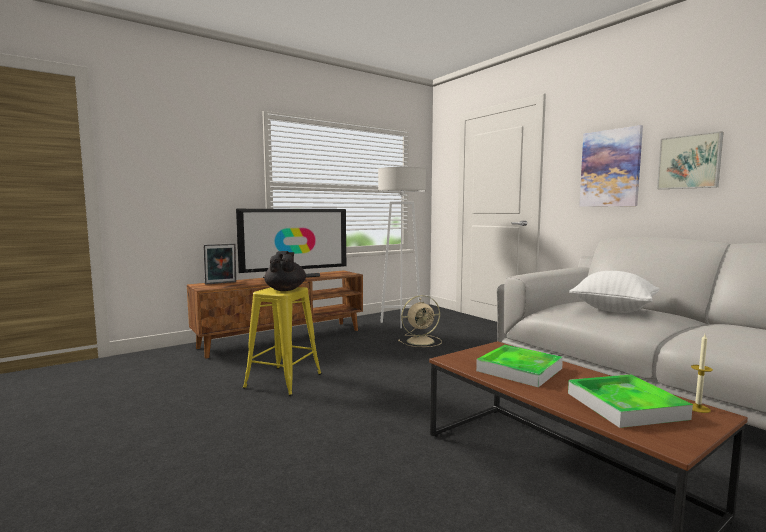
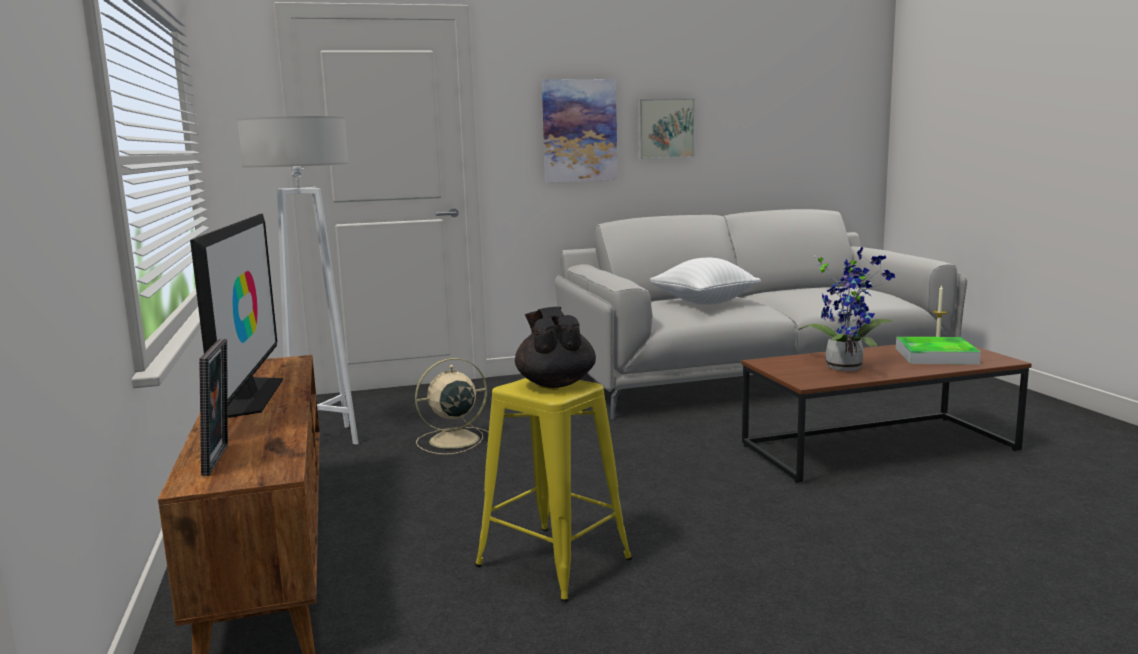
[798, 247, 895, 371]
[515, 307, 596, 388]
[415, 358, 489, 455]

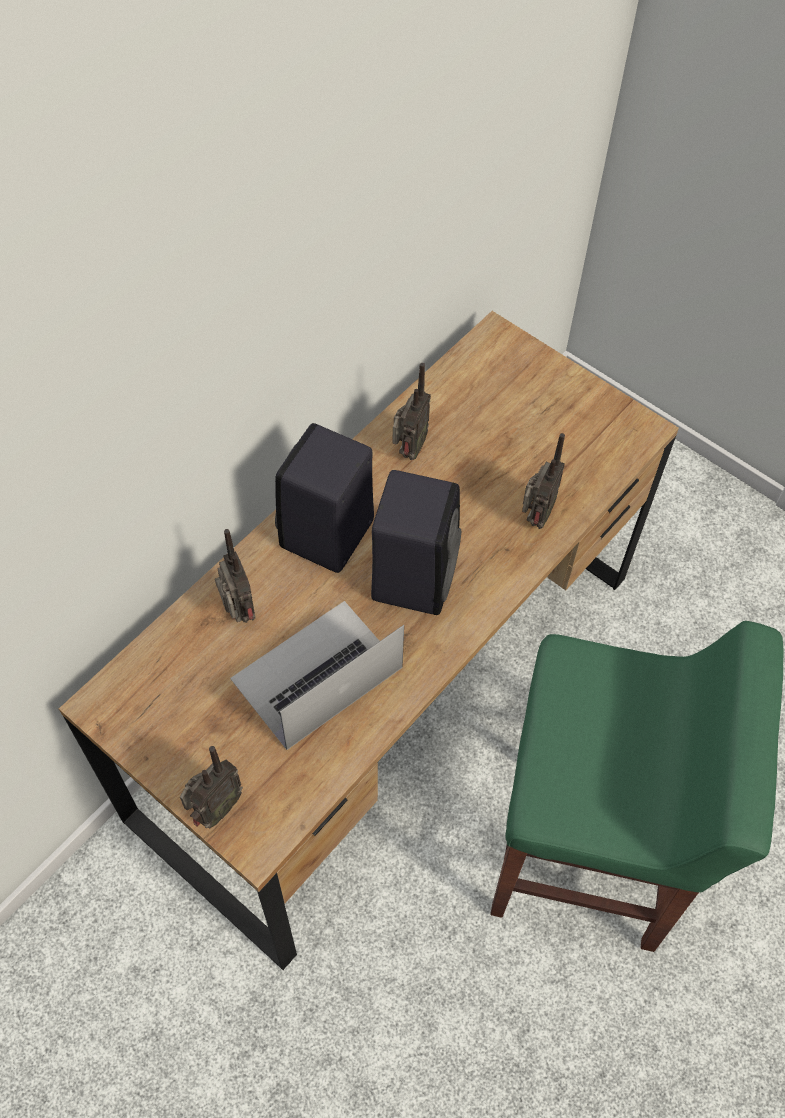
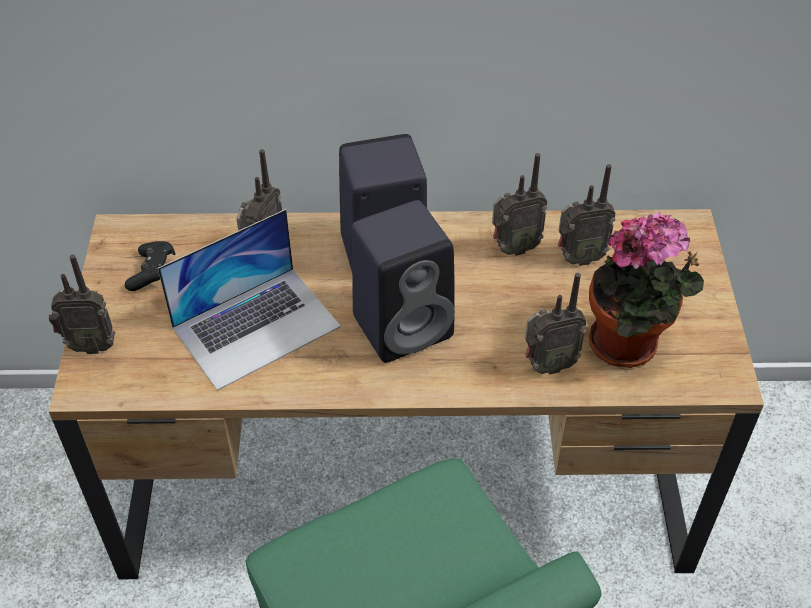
[125, 241, 176, 291]
[558, 164, 616, 266]
[589, 212, 704, 368]
[158, 209, 341, 391]

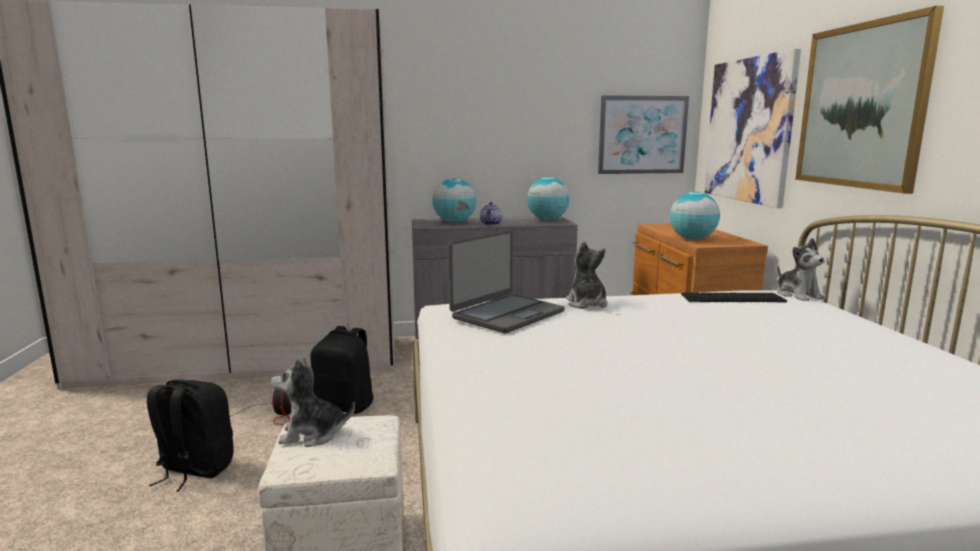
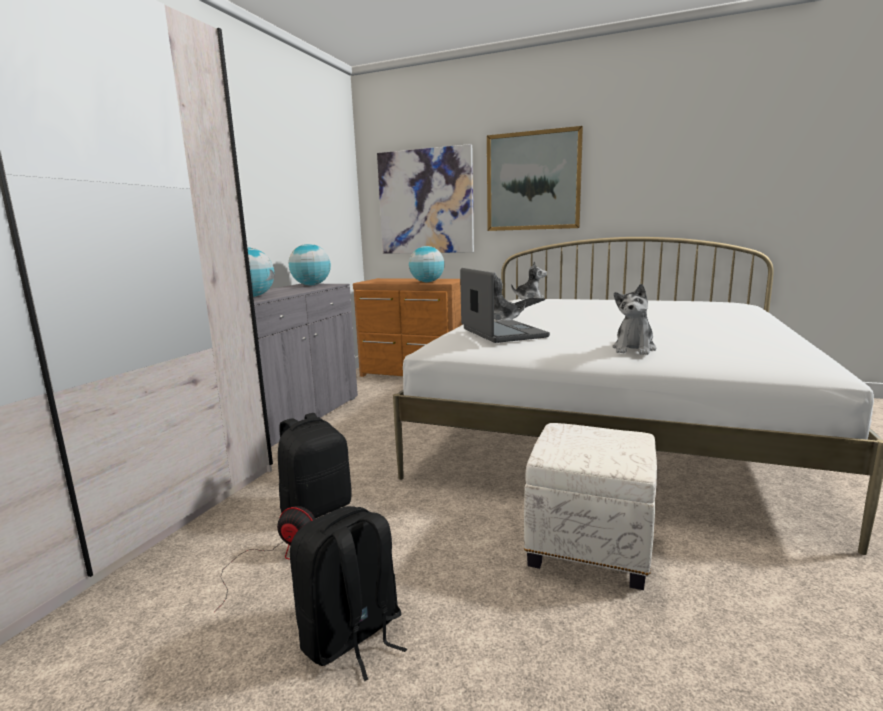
[480, 202, 502, 225] (first image)
[598, 95, 689, 174] (first image)
[612, 284, 657, 355]

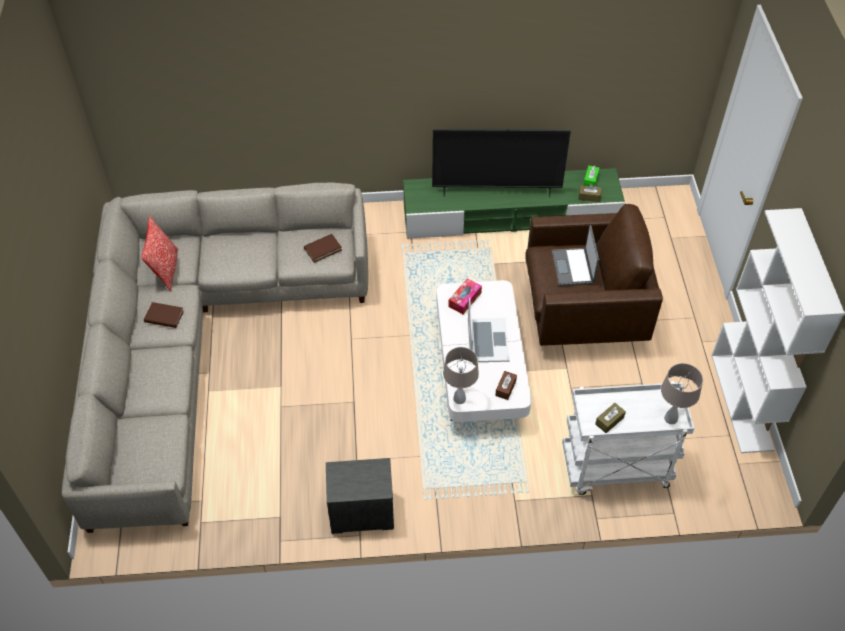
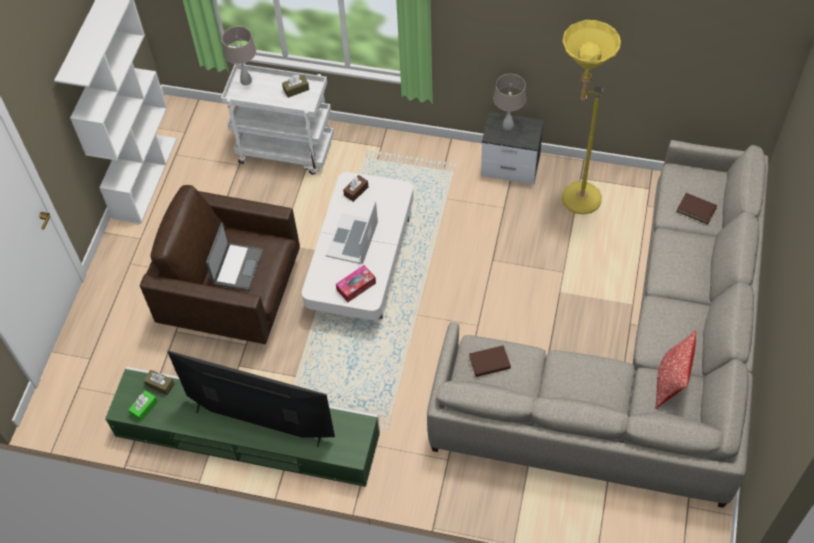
[562, 20, 621, 214]
[677, 193, 717, 224]
[494, 74, 526, 131]

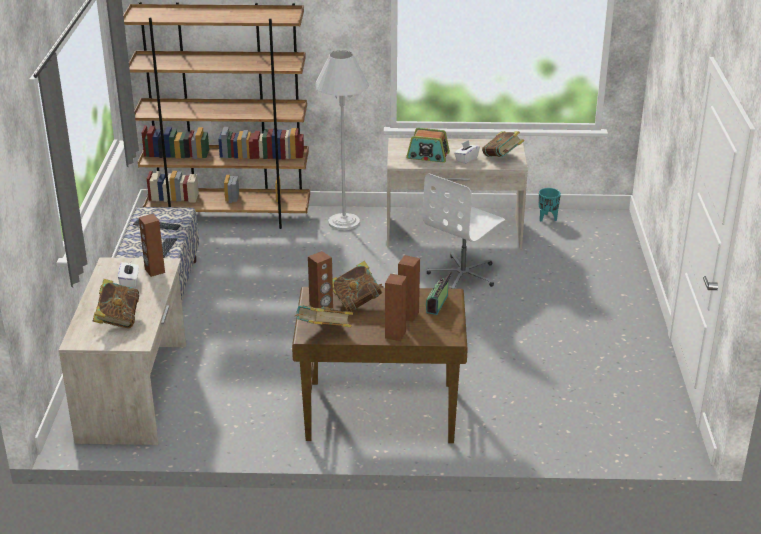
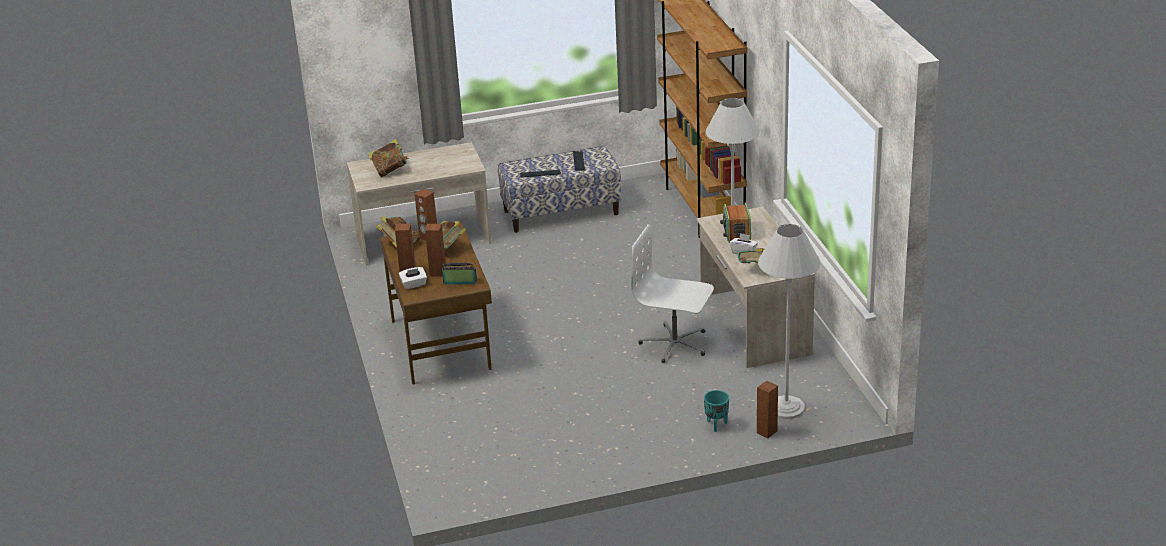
[758, 224, 821, 419]
[399, 267, 427, 289]
[757, 381, 778, 438]
[704, 390, 729, 432]

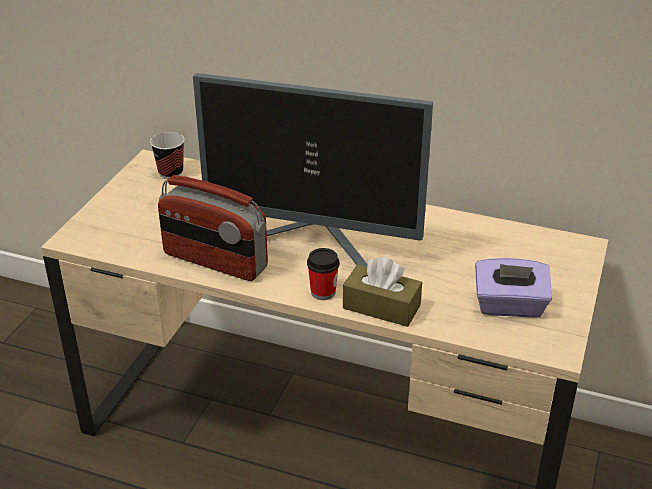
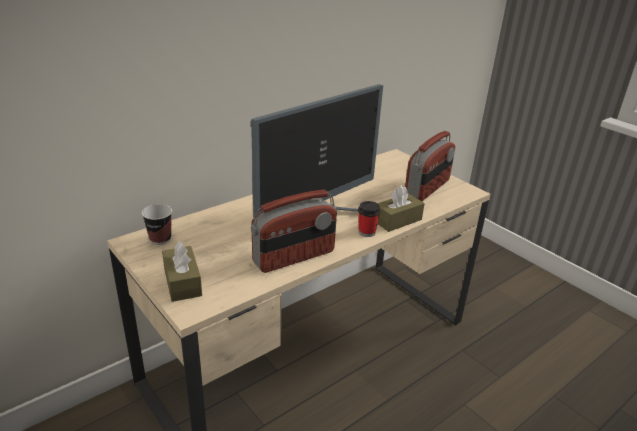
[162, 241, 202, 302]
[405, 131, 455, 201]

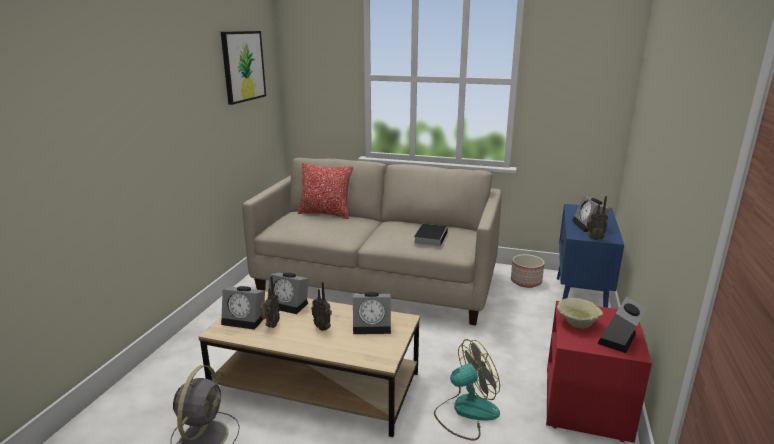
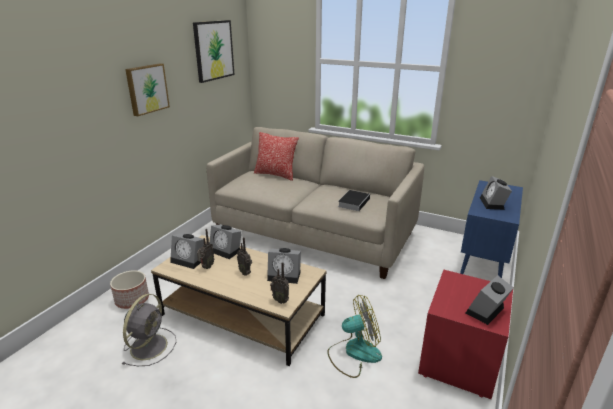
[557, 298, 603, 328] (first image)
[125, 63, 170, 116]
[110, 270, 149, 309]
[270, 262, 289, 304]

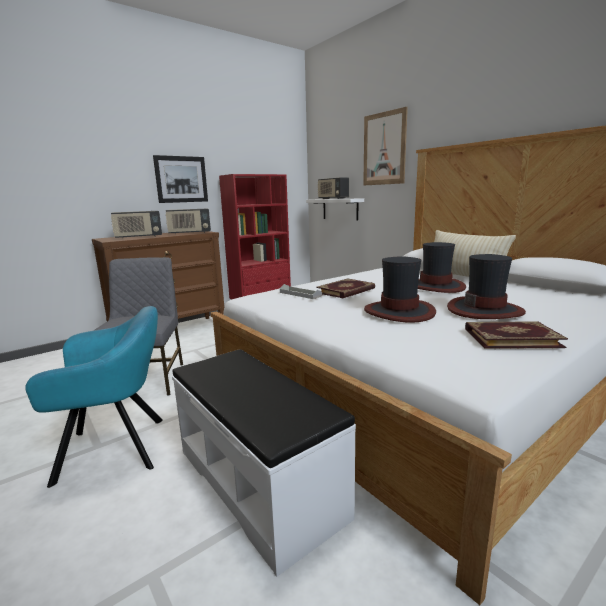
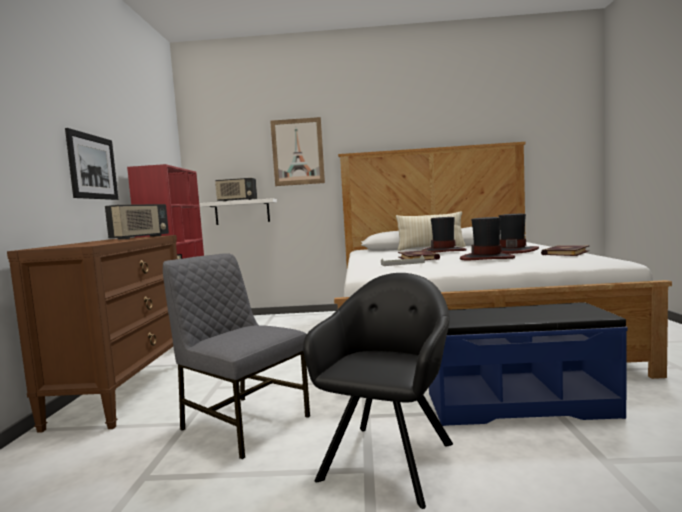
[111, 211, 162, 239] (first image)
[303, 273, 453, 509]
[429, 302, 628, 426]

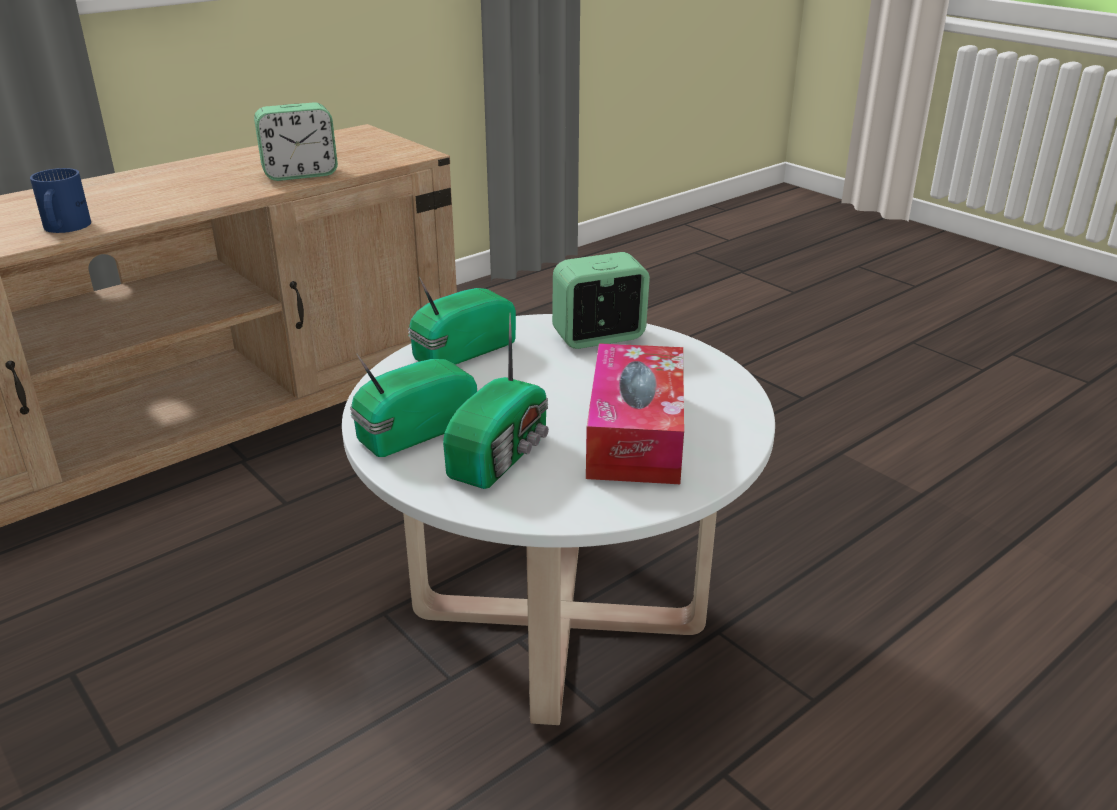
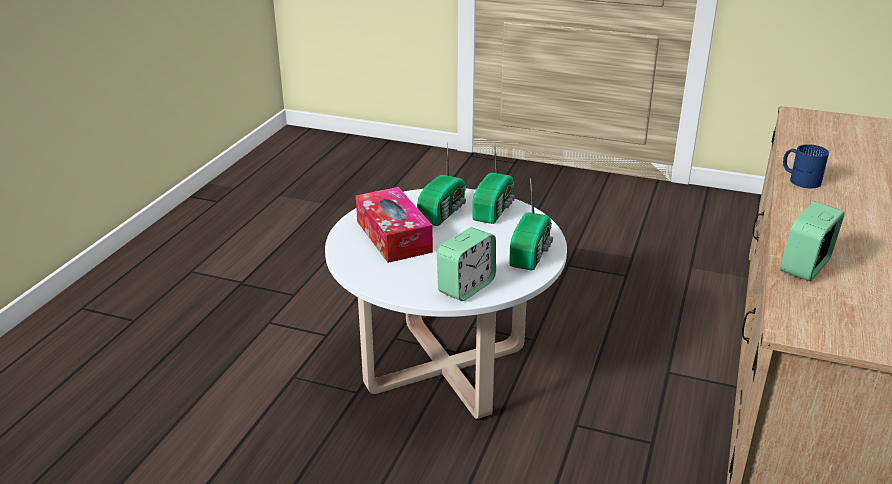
[417, 143, 466, 226]

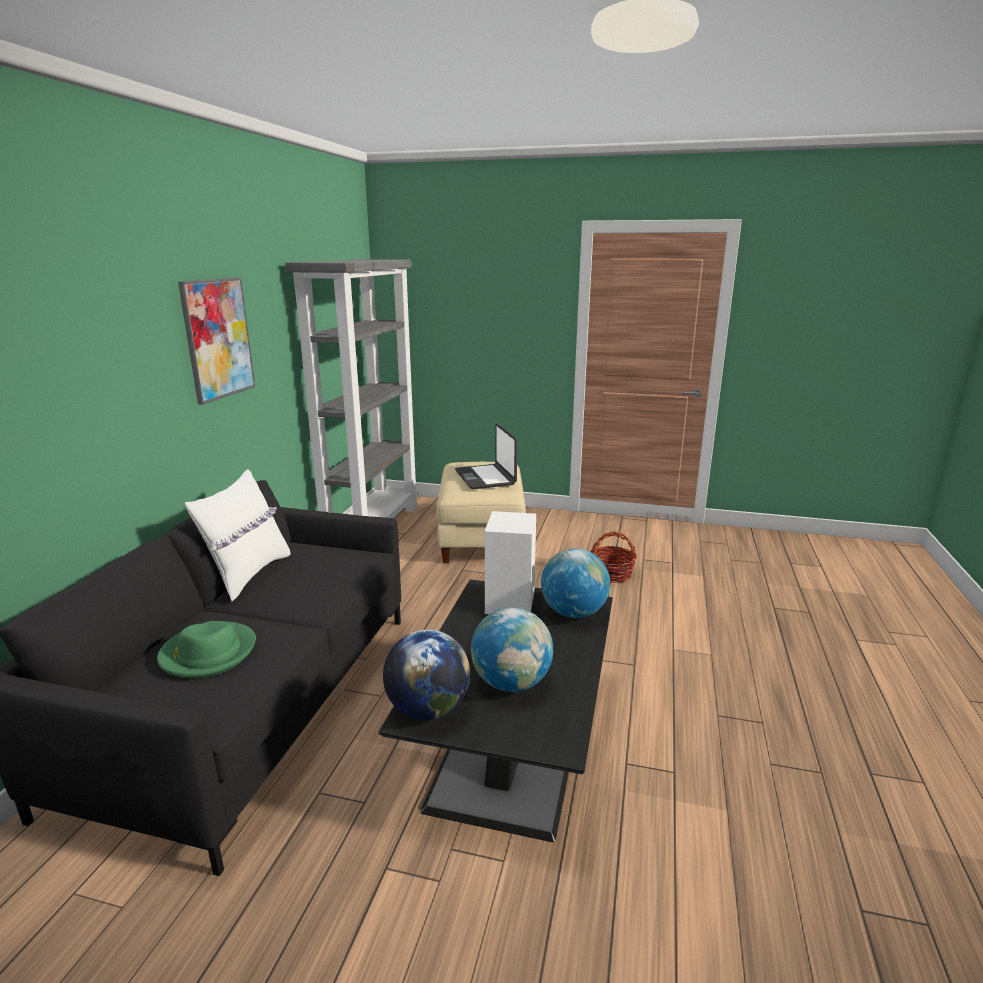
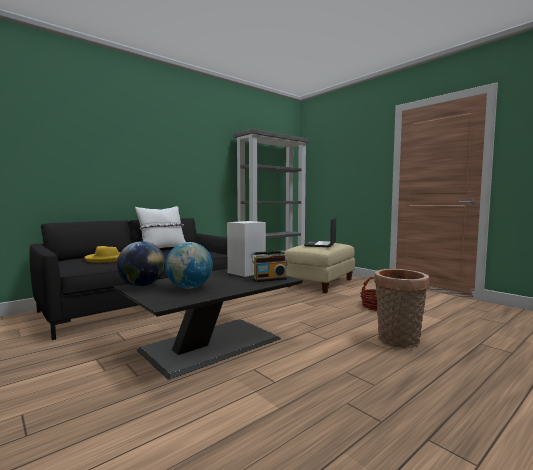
[178, 277, 255, 405] (first image)
[374, 269, 429, 348]
[251, 251, 287, 282]
[84, 246, 121, 263]

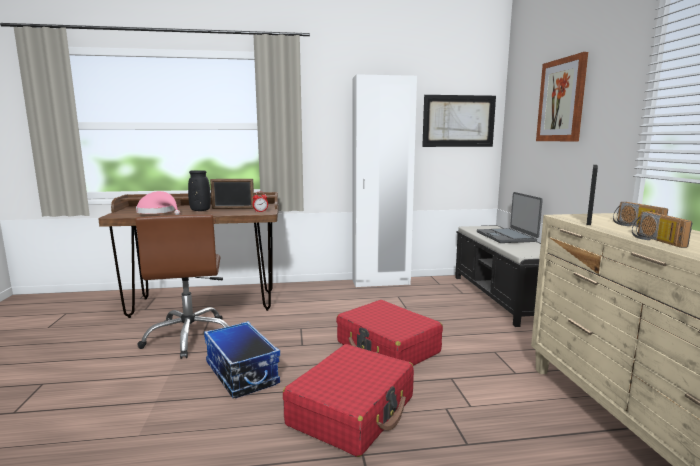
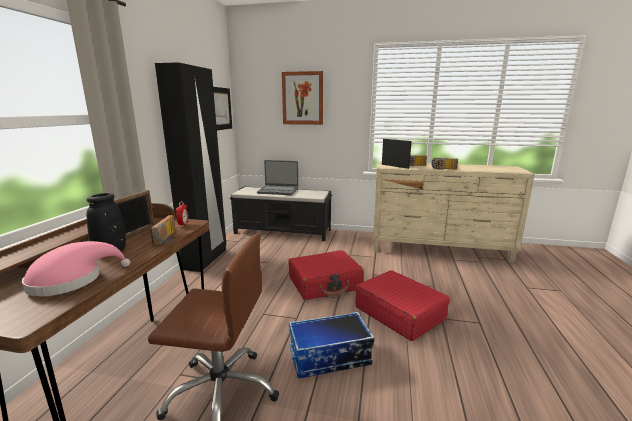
[150, 215, 175, 245]
[155, 62, 226, 272]

